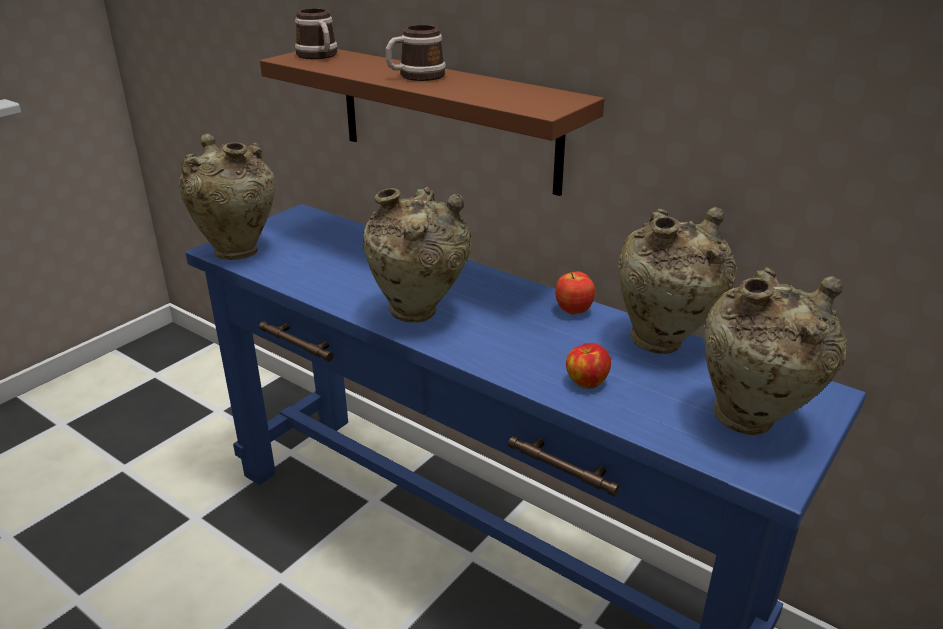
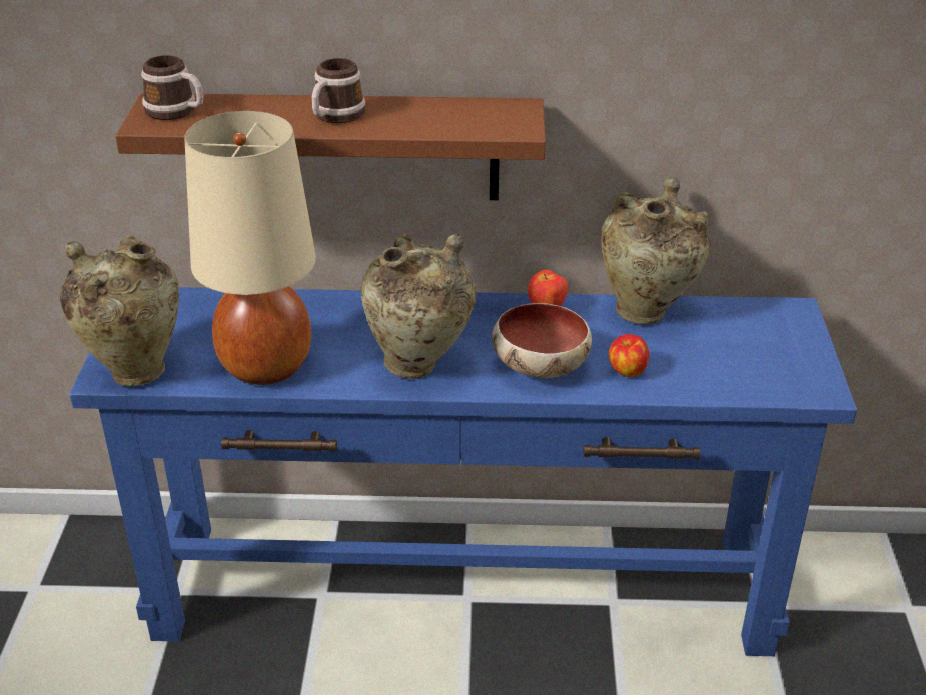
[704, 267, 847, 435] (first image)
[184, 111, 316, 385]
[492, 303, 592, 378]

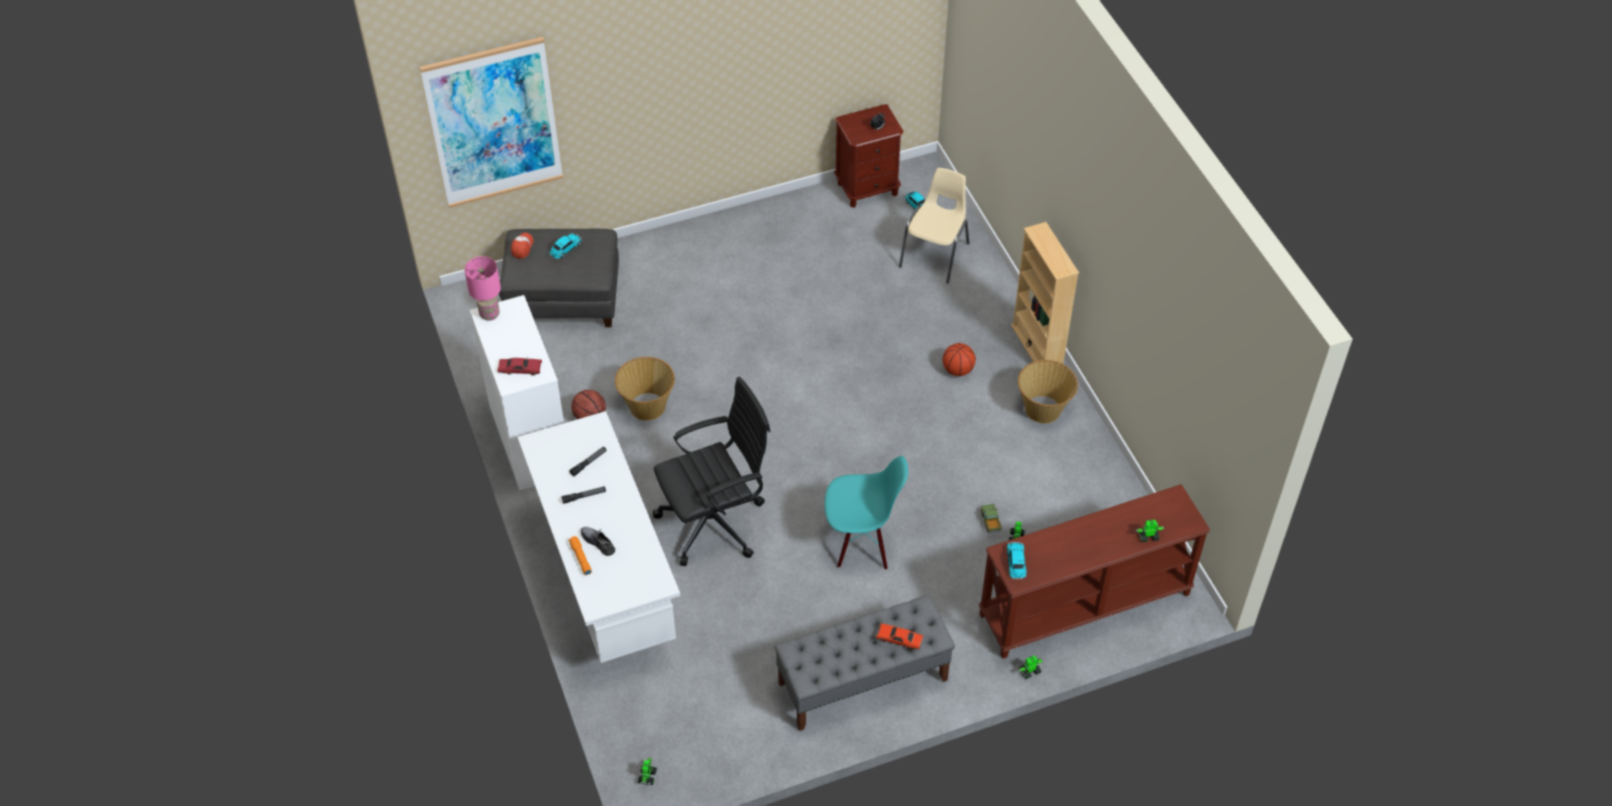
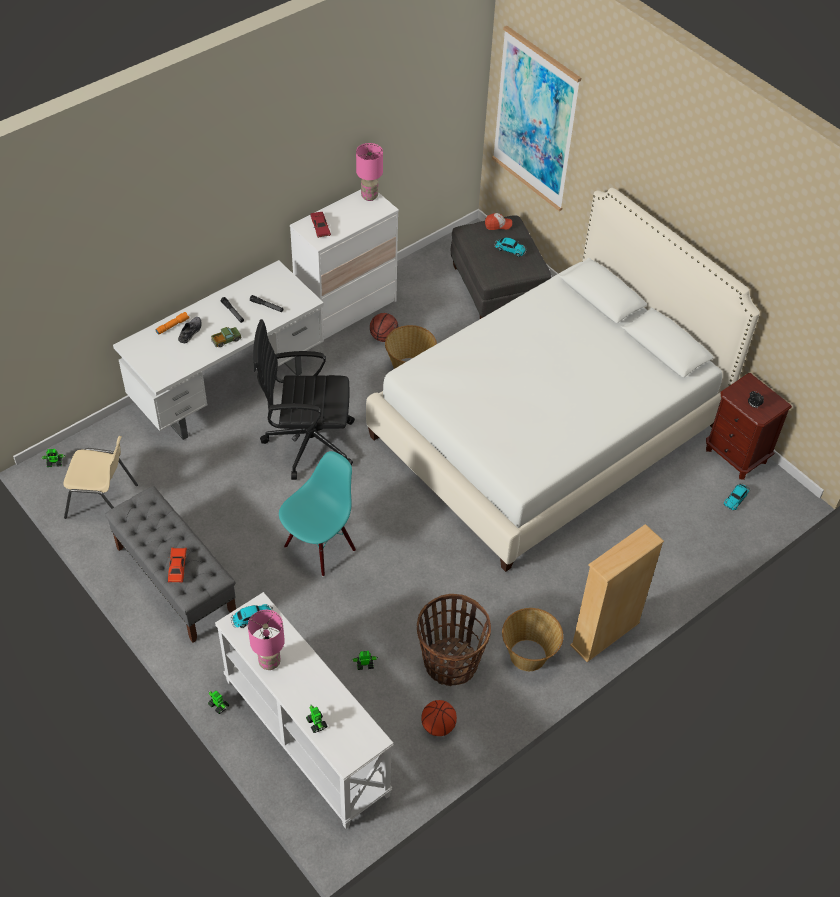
[248, 610, 285, 670]
[366, 188, 760, 572]
[417, 594, 491, 686]
[63, 436, 138, 519]
[421, 700, 457, 736]
[211, 327, 242, 347]
[215, 592, 393, 829]
[253, 319, 355, 480]
[279, 451, 356, 576]

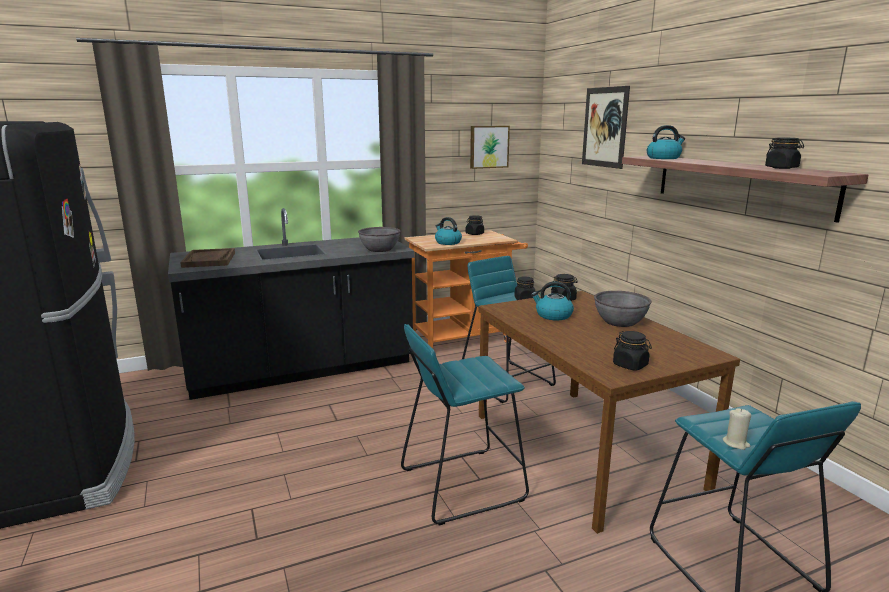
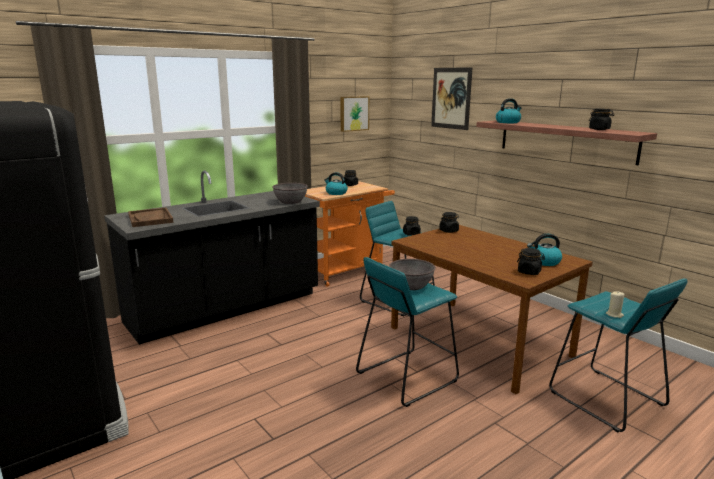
[527, 234, 562, 266]
[389, 259, 436, 290]

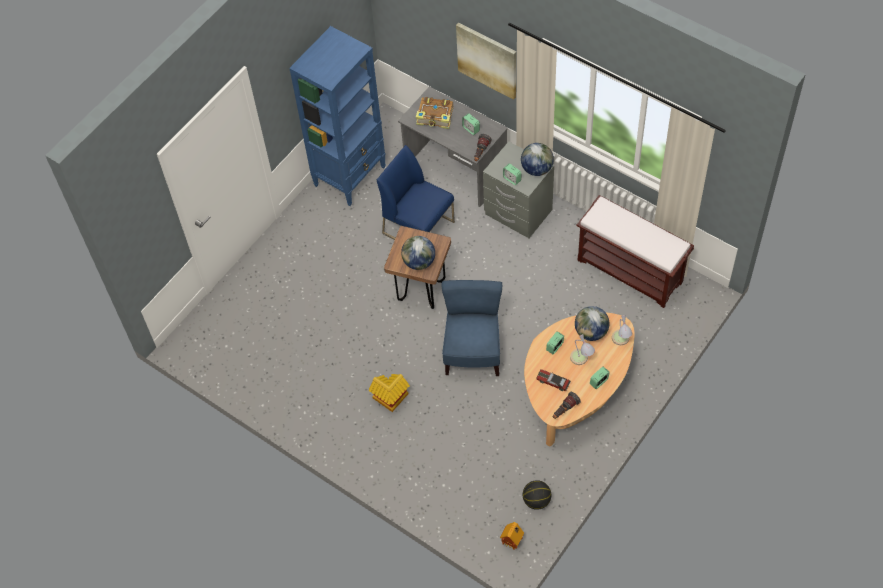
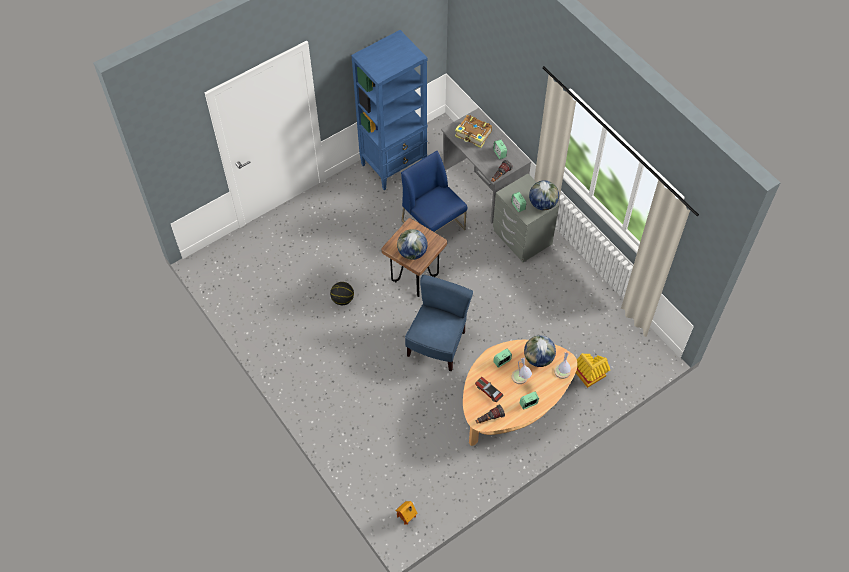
[456, 22, 516, 100] (first image)
[577, 195, 694, 308] (first image)
[576, 353, 610, 388]
[330, 282, 354, 305]

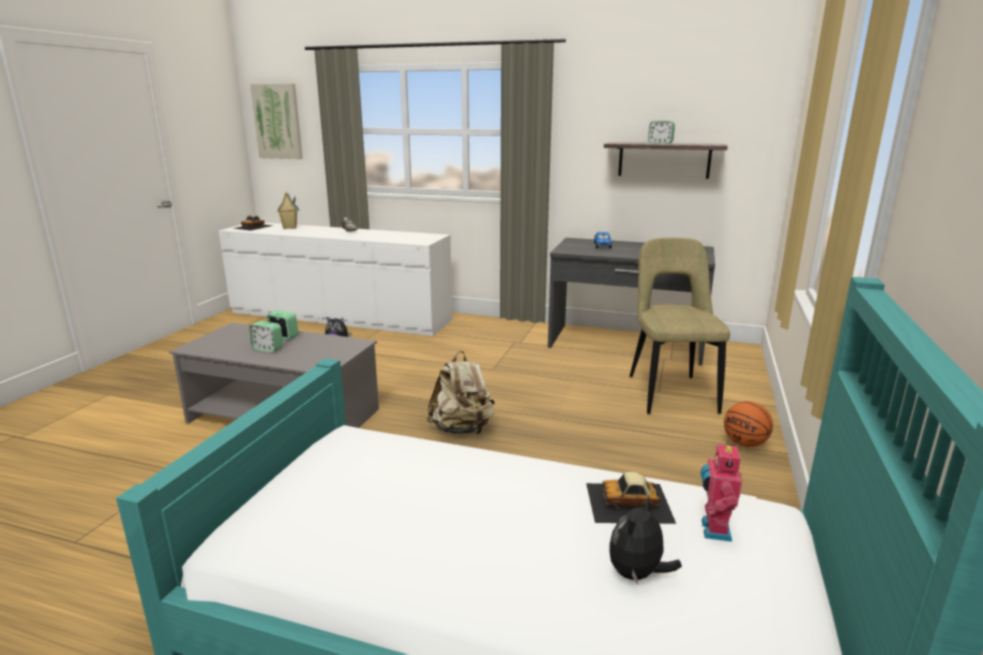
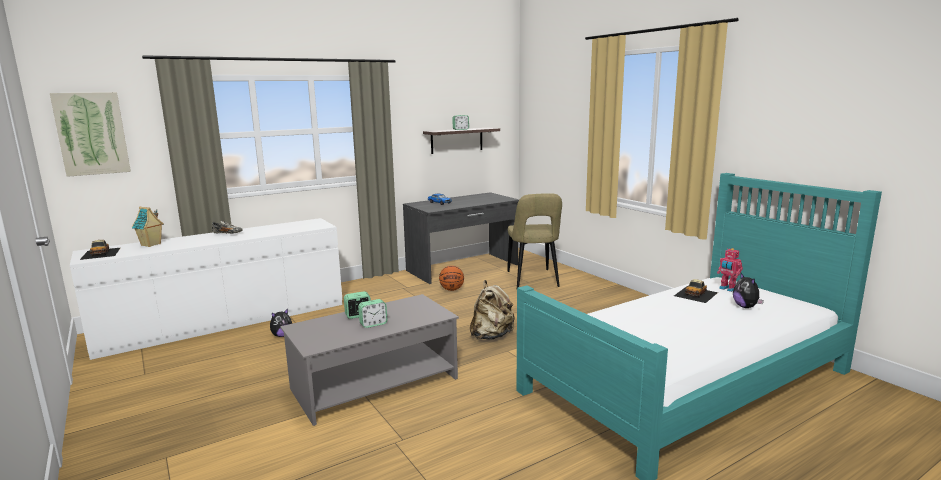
[439, 266, 464, 291]
[507, 194, 562, 288]

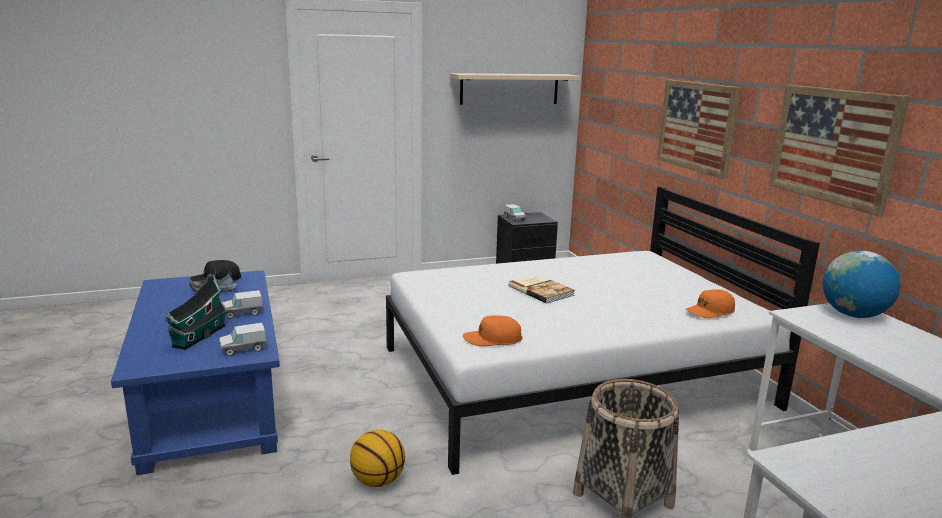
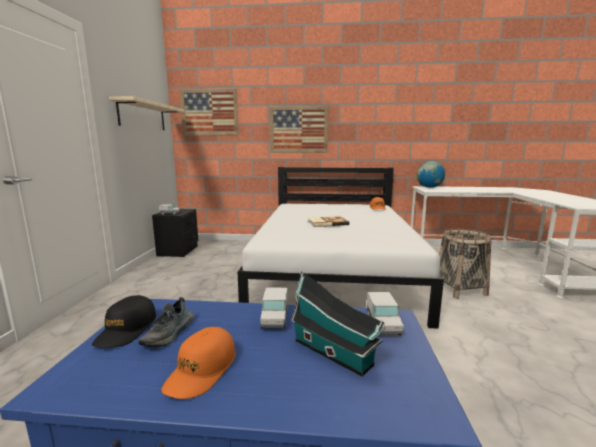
[350, 429, 405, 487] (first image)
[161, 327, 236, 399]
[180, 88, 239, 136]

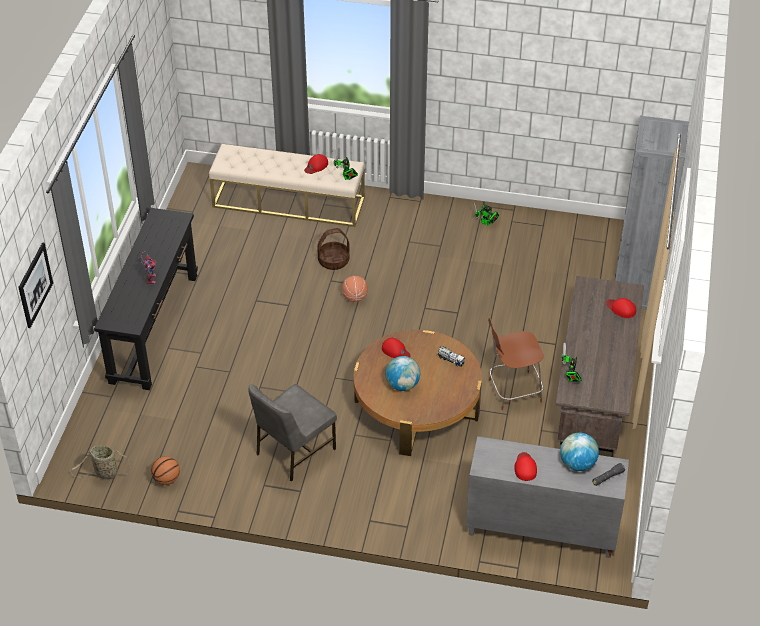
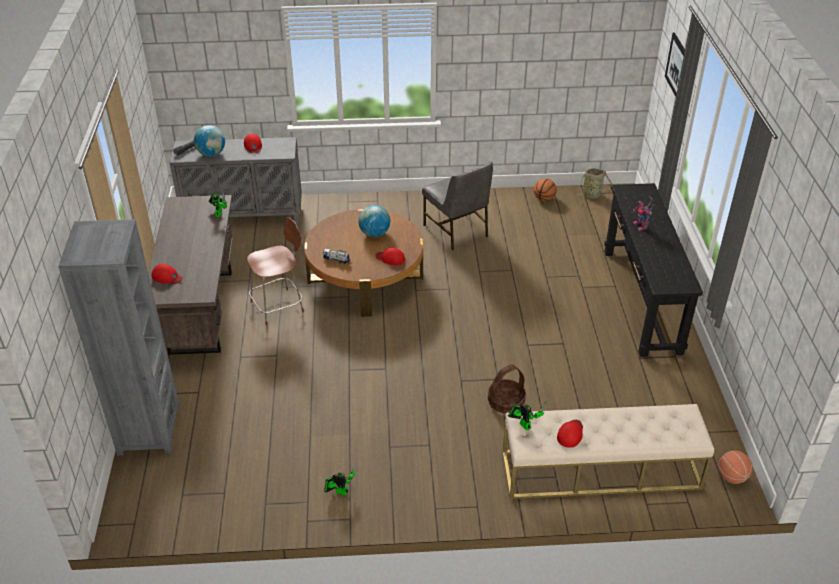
[718, 451, 753, 484]
[422, 162, 493, 250]

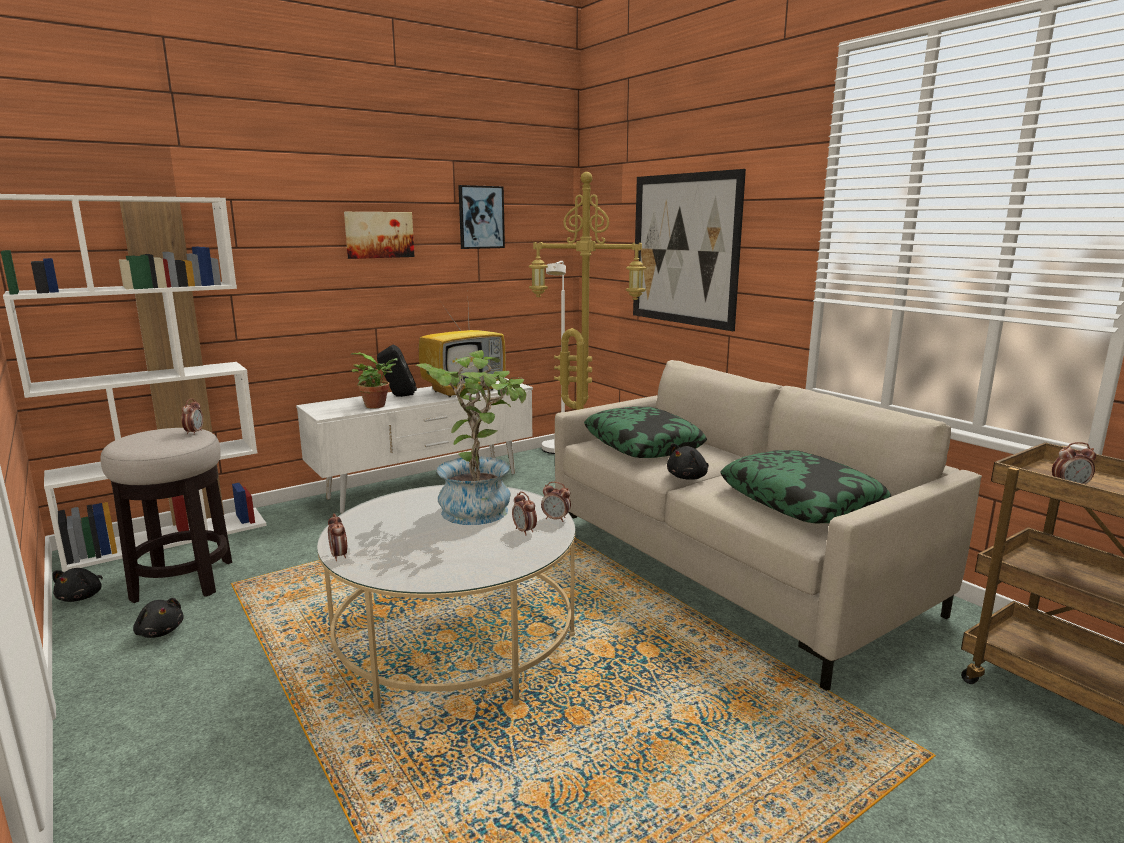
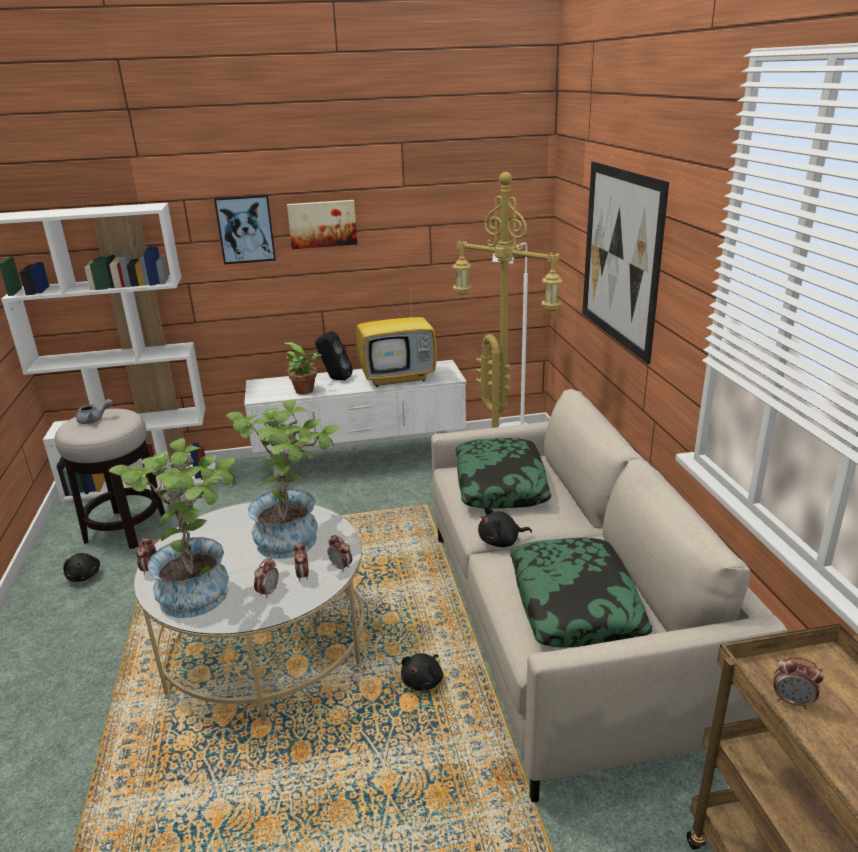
[76, 399, 113, 424]
[108, 438, 236, 618]
[401, 653, 443, 691]
[254, 558, 279, 599]
[214, 195, 276, 264]

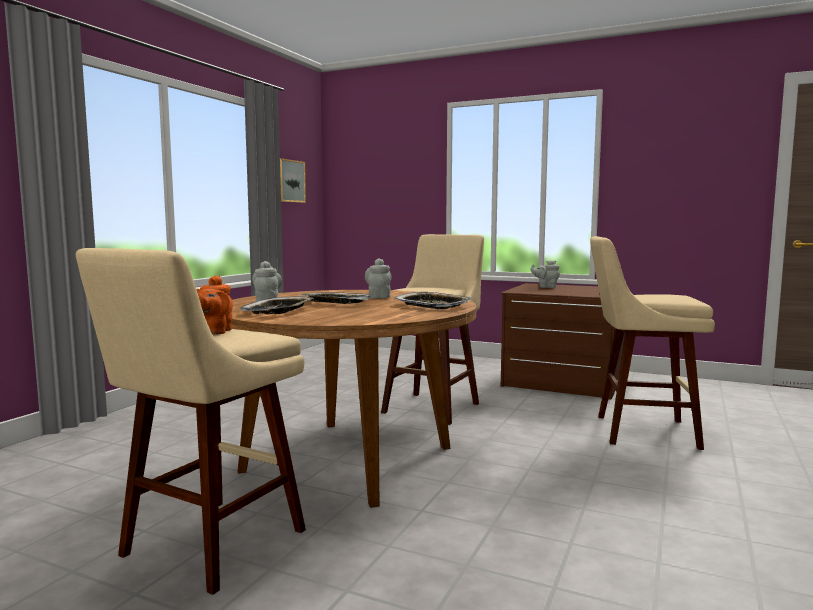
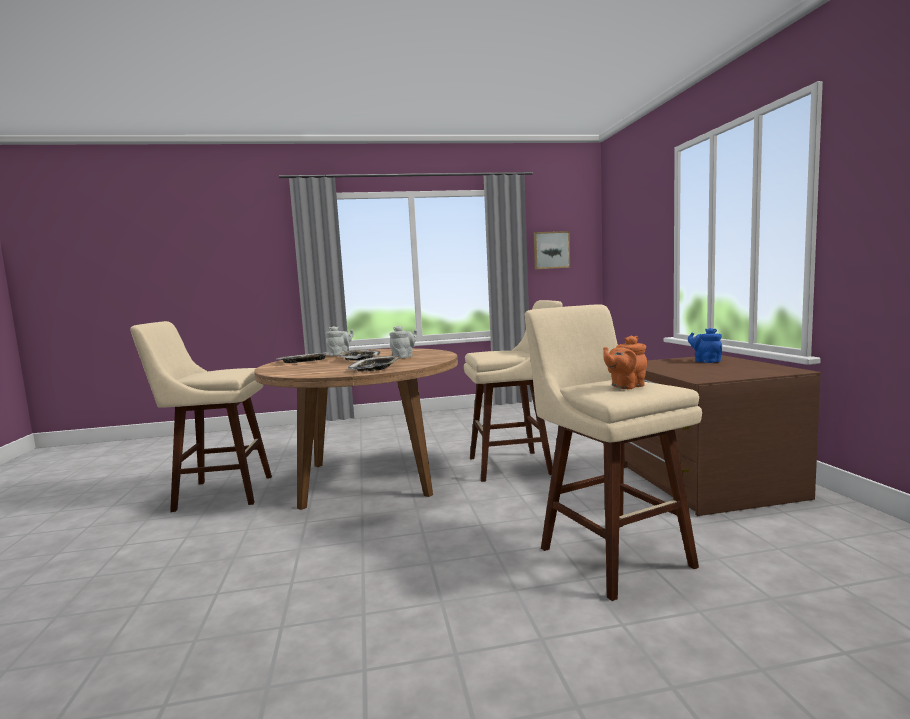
[603, 336, 647, 389]
[688, 328, 722, 363]

